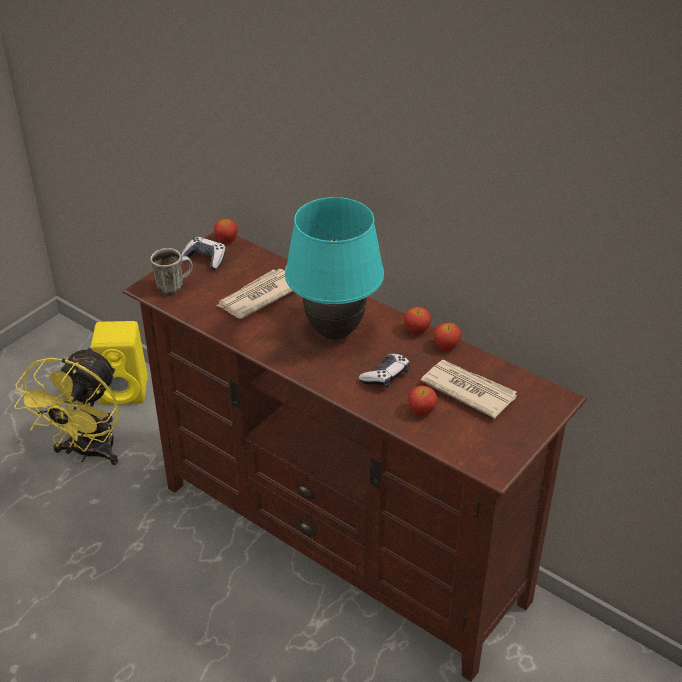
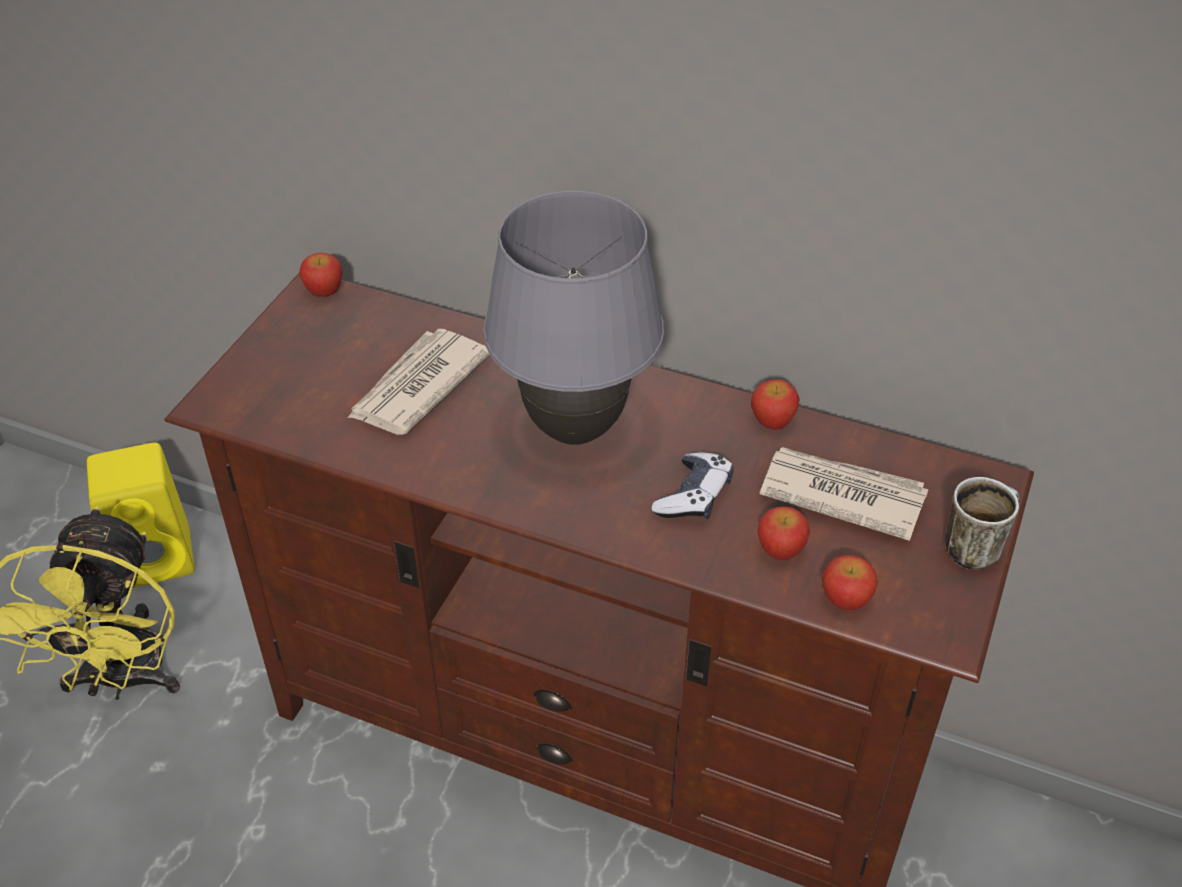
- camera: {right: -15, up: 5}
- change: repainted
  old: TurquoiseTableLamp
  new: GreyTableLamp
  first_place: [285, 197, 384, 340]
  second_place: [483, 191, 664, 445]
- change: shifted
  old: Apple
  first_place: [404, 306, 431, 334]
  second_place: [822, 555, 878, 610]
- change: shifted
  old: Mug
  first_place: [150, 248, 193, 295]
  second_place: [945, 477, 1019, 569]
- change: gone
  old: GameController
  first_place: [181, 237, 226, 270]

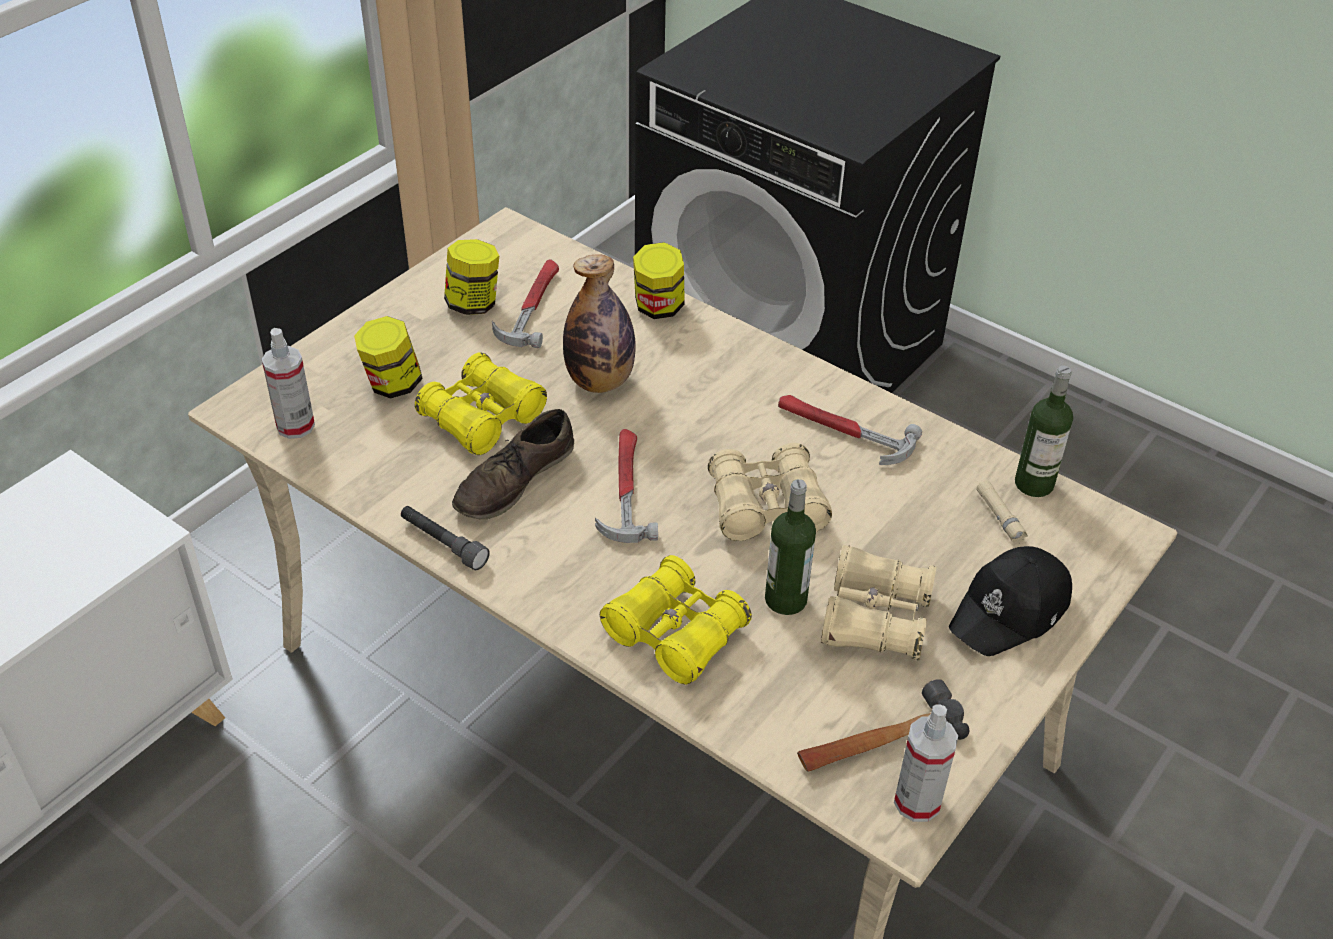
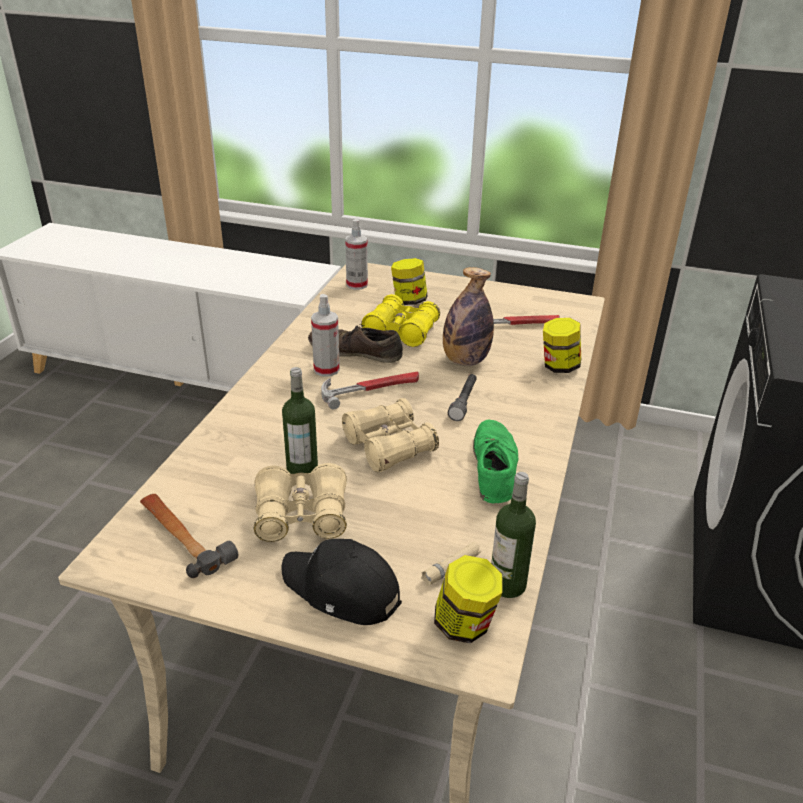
- camera: {right: 70, up: -10}
- change: shifted
  old: SprayBottle
  first_place: [894, 704, 958, 822]
  second_place: [311, 294, 340, 377]
- change: shifted
  old: Jar
  first_place: [444, 239, 499, 315]
  second_place: [434, 555, 503, 643]
- change: shifted
  old: GreyFlashlight
  first_place: [401, 506, 490, 570]
  second_place: [448, 374, 477, 421]
- change: swapped
  old: Hammer
  new: GreenShoe
  first_place: [778, 395, 922, 465]
  second_place: [473, 420, 519, 503]
- change: gone
  old: YellowBinoculars
  first_place: [600, 555, 752, 684]

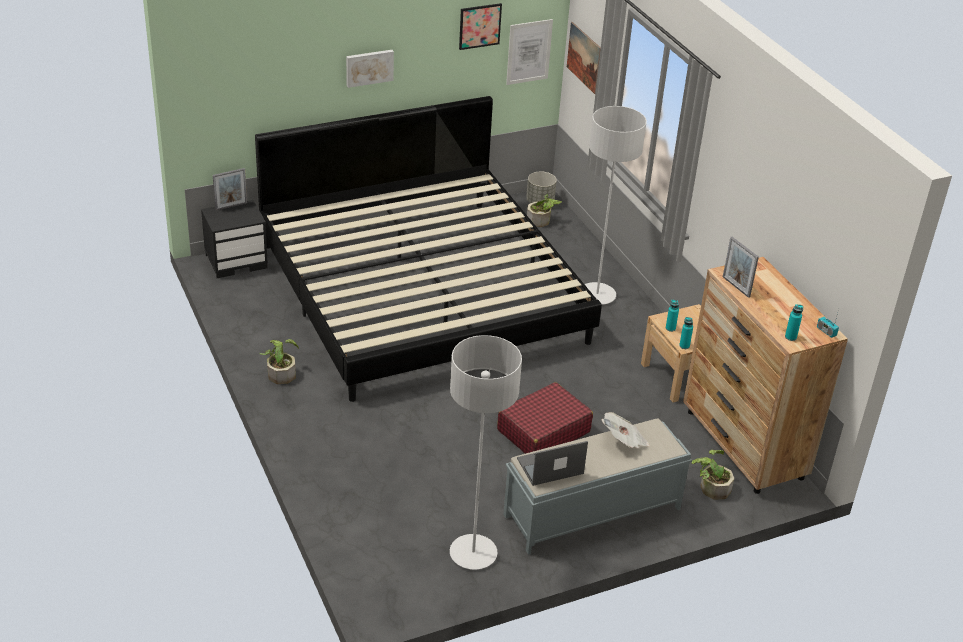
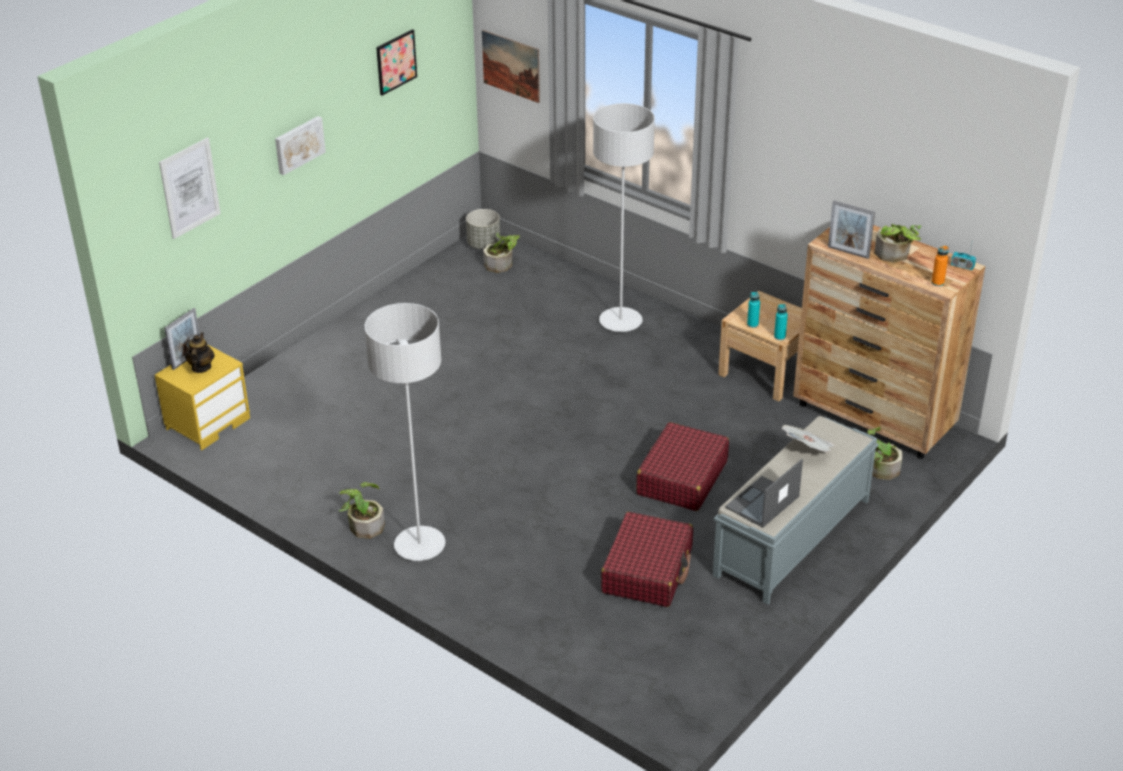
- camera: {right: -25, up: 0}
- change: repainted
  old: BlackNightstand
  new: YellowNightstand
  first_place: [201, 200, 268, 278]
  second_place: [155, 344, 250, 450]
- change: shifted
  old: Picture
  first_place: [506, 19, 553, 85]
  second_place: [159, 137, 221, 239]
- change: new
  new: Teapot
  second_place: [185, 333, 215, 373]
- change: shifted
  old: GreyFloorLamp
  first_place: [450, 335, 522, 570]
  second_place: [365, 303, 445, 561]
- change: new
  new: RedSuitcase
  second_place: [601, 512, 693, 607]
- change: new
  new: PottedPlant
  second_place: [874, 224, 921, 263]
- change: repainted
  old: TurquoiseBottle
  new: OrangeBottle
  first_place: [785, 304, 803, 341]
  second_place: [931, 245, 949, 286]
- change: gone
  old: Bed
  first_place: [255, 96, 602, 402]

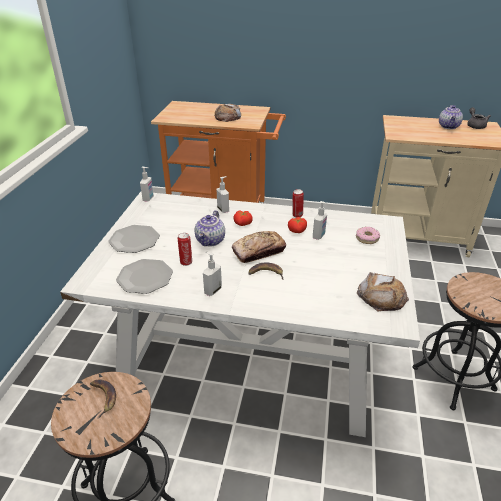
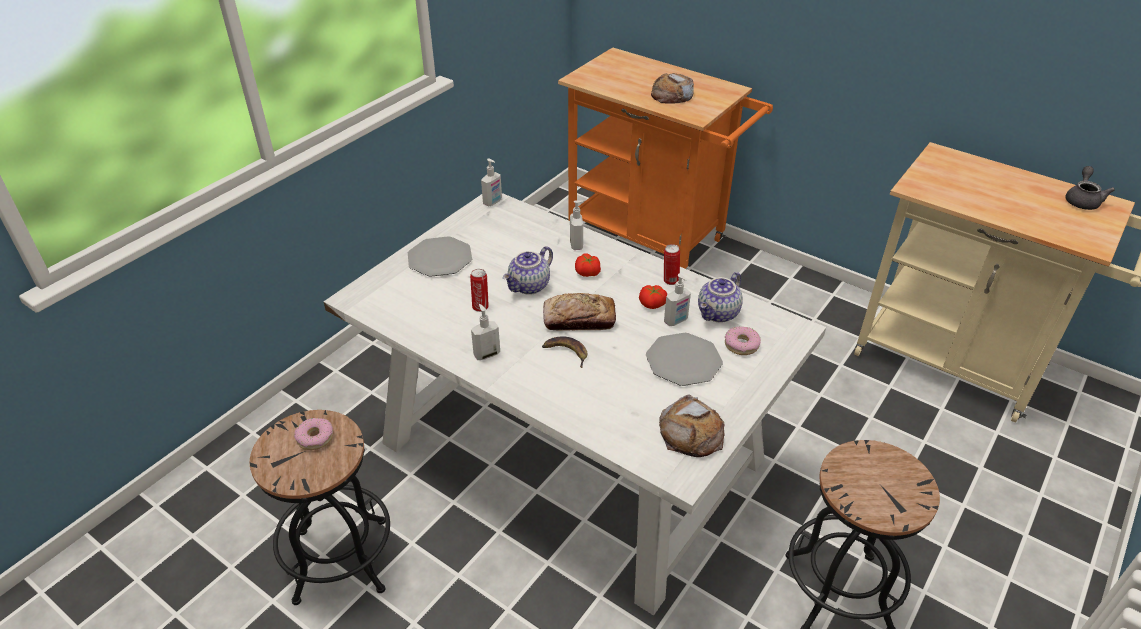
- camera: {right: 25, up: 5}
- change: swapped
  old: Banana
  new: Donut
  first_place: [90, 379, 116, 418]
  second_place: [294, 418, 333, 450]
- change: shifted
  old: Plate
  first_place: [116, 259, 173, 294]
  second_place: [646, 333, 723, 386]
- change: shifted
  old: Teapot
  first_place: [439, 105, 463, 129]
  second_place: [698, 272, 743, 323]

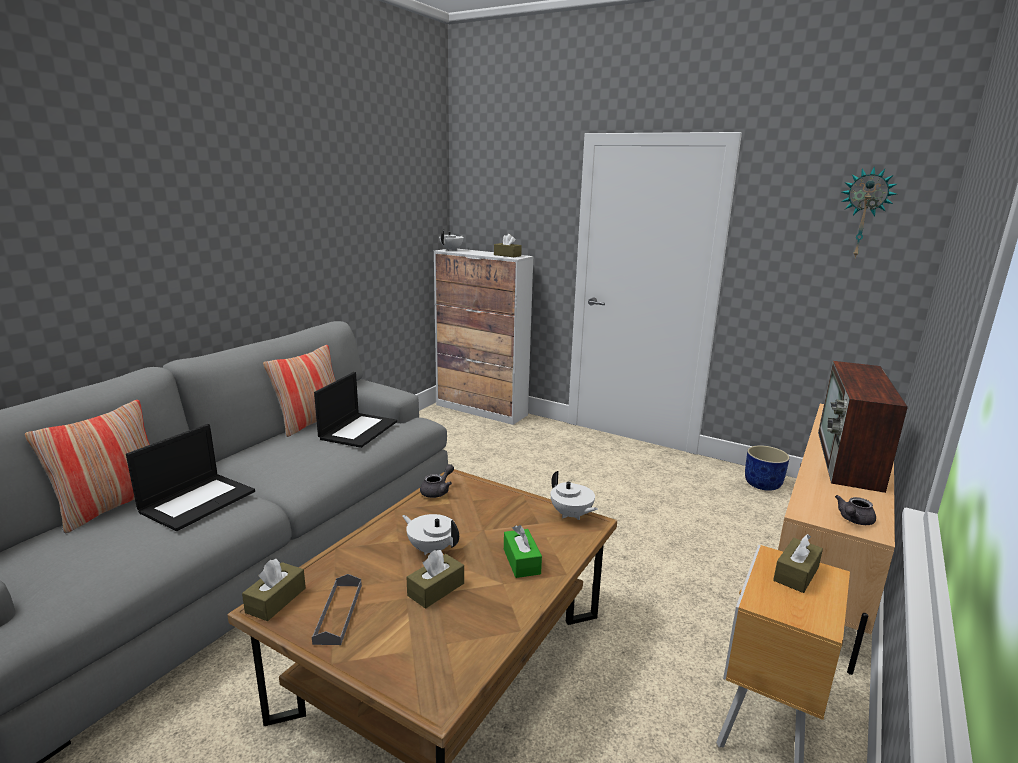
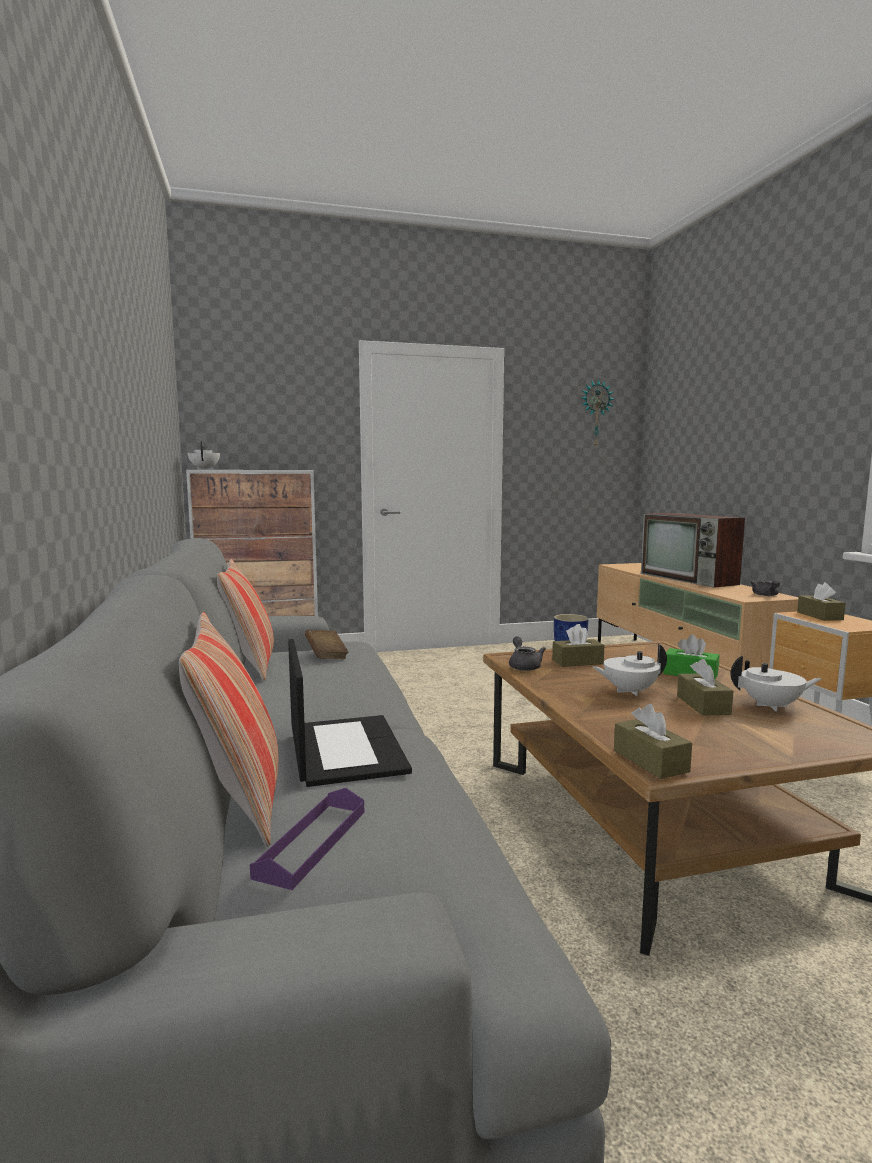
- camera: {right: -45, up: -10}
- change: new
  new: PurpleTray
  second_place: [250, 788, 364, 890]
- change: swapped
  old: Laptop
  new: BrownBook
  first_place: [314, 372, 397, 448]
  second_place: [305, 629, 348, 659]
- change: shifted
  old: BrownTissueBox
  first_place: [494, 234, 522, 257]
  second_place: [552, 624, 604, 667]
- change: shifted
  old: WhiteTeapot
  first_place: [550, 471, 598, 520]
  second_place: [731, 656, 821, 712]
- change: gone
  old: GreyTray
  first_place: [312, 574, 362, 645]

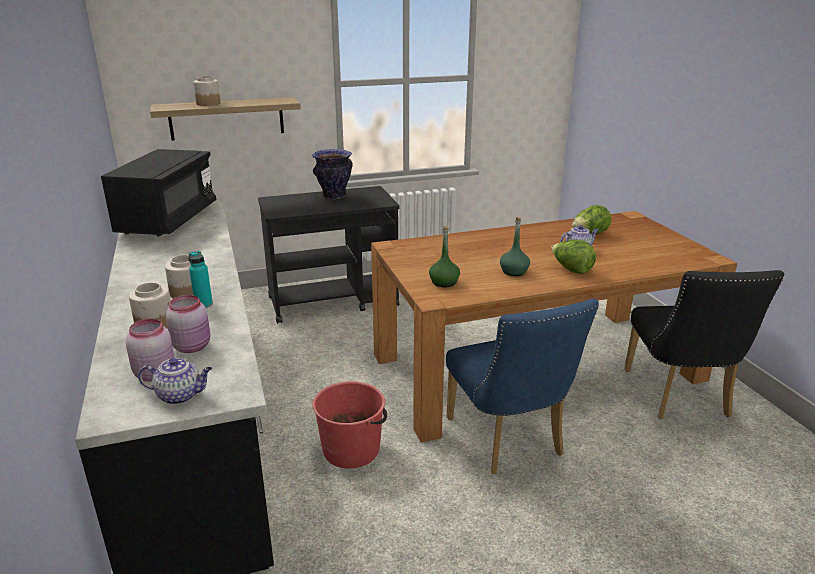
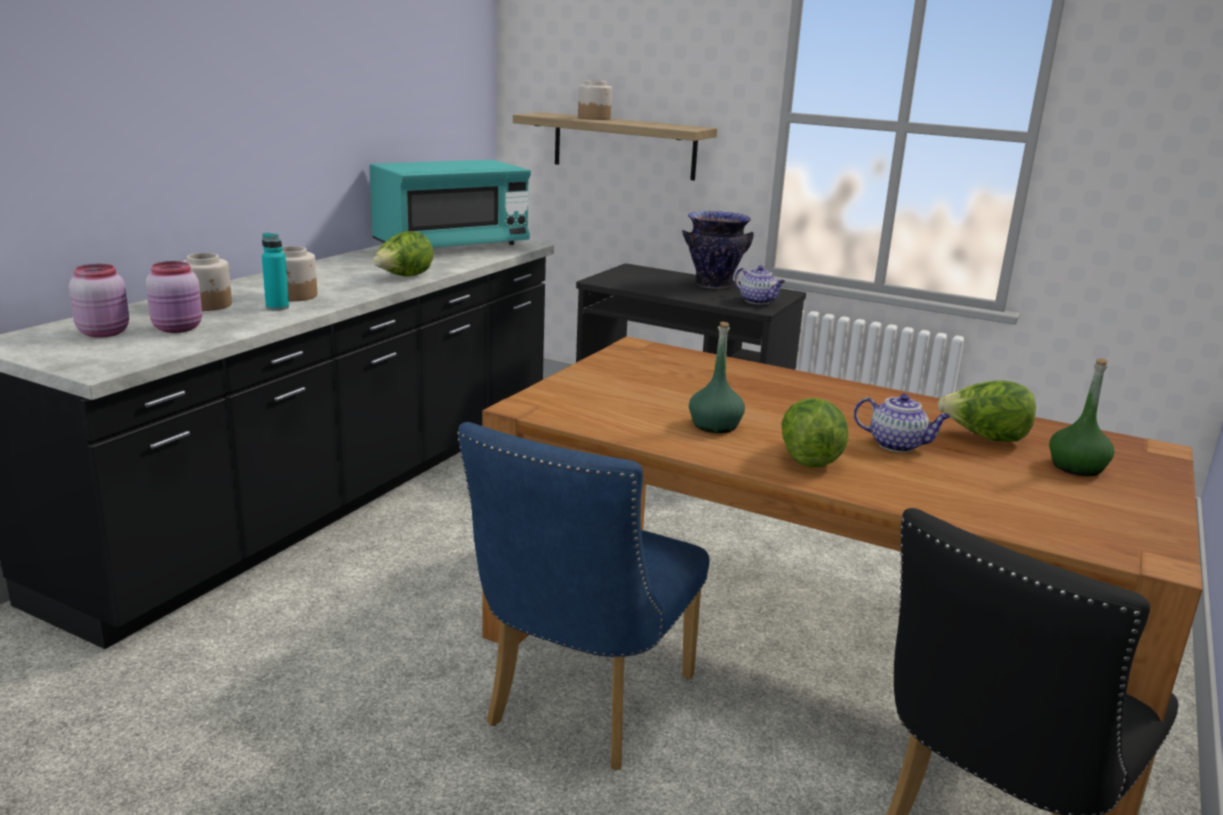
- camera: {right: 45, up: -5}
- change: repainted
  old: BlackMicrowave
  new: TurquoiseMicrowave
  first_place: [101, 149, 216, 237]
  second_place: [370, 160, 531, 248]
- change: new
  new: Lettuce
  second_place: [373, 231, 434, 277]
- change: shifted
  old: Teapot
  first_place: [138, 358, 212, 404]
  second_place: [735, 265, 785, 304]
- change: shifted
  old: GreenBottle
  first_place: [429, 226, 460, 287]
  second_place: [1049, 358, 1115, 476]
- change: gone
  old: RedBucket
  first_place: [312, 381, 387, 469]

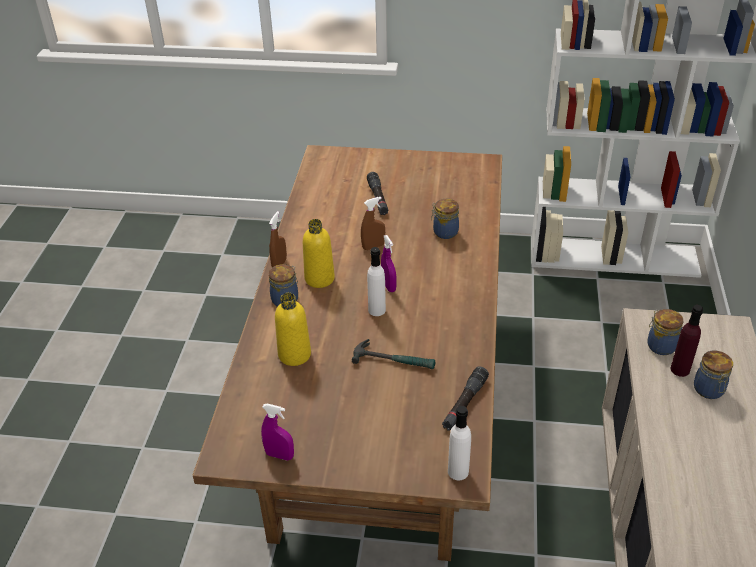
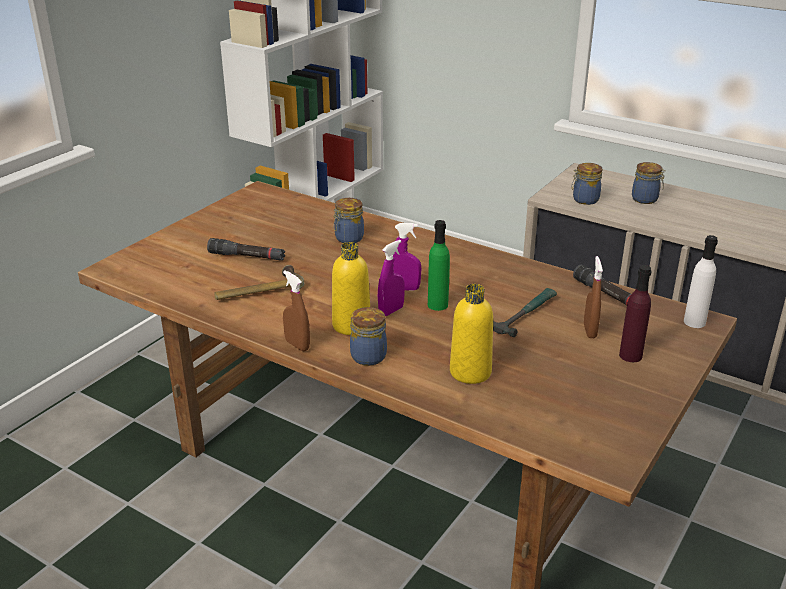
- camera: {right: -65, up: -10}
- change: new
  new: Hammer
  second_place: [214, 265, 304, 300]
- change: shifted
  old: PurpleSprayBottle
  first_place: [261, 404, 294, 461]
  second_place: [378, 240, 405, 316]
- change: repainted
  old: WhiteBottle
  new: GreenBottle
  first_place: [367, 247, 386, 316]
  second_place: [428, 220, 450, 311]
- change: shifted
  old: BrownSprayBottle
  first_place: [361, 197, 385, 250]
  second_place: [584, 256, 603, 338]
- change: shifted
  old: PurpleBottle
  first_place: [671, 305, 703, 377]
  second_place: [619, 265, 652, 362]

